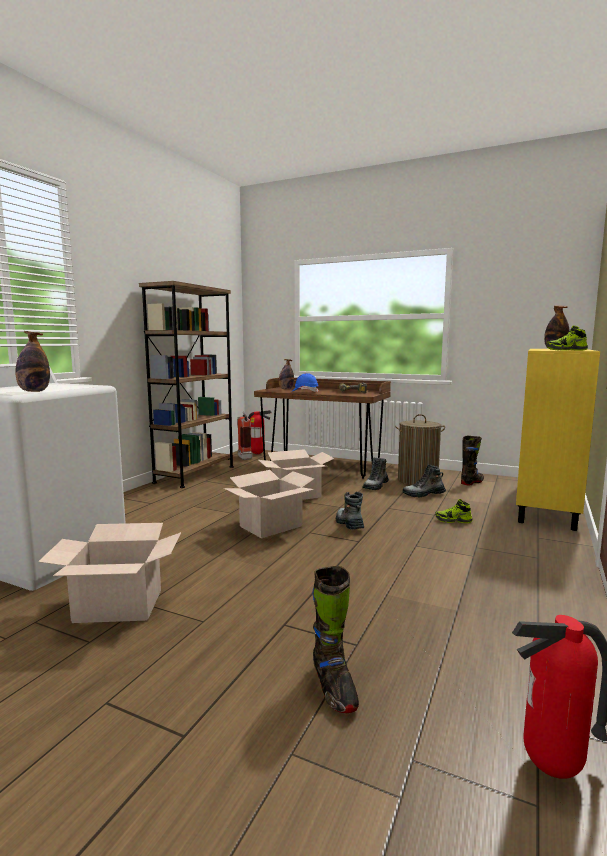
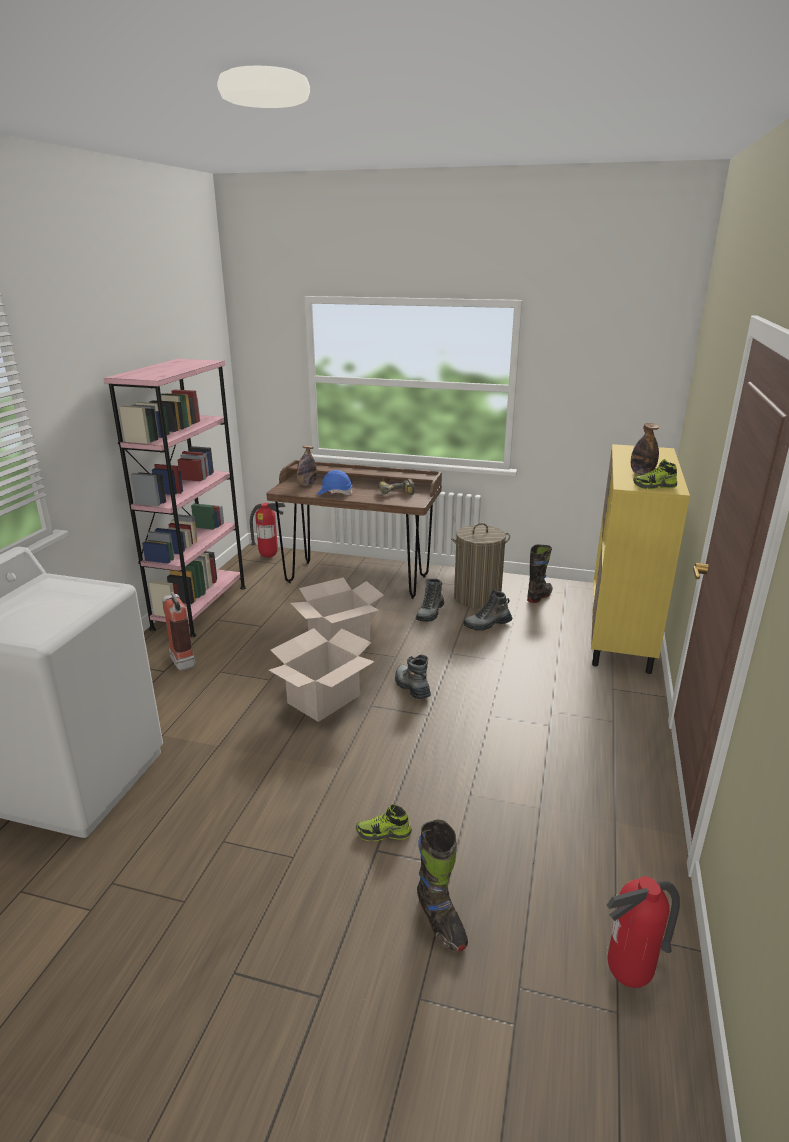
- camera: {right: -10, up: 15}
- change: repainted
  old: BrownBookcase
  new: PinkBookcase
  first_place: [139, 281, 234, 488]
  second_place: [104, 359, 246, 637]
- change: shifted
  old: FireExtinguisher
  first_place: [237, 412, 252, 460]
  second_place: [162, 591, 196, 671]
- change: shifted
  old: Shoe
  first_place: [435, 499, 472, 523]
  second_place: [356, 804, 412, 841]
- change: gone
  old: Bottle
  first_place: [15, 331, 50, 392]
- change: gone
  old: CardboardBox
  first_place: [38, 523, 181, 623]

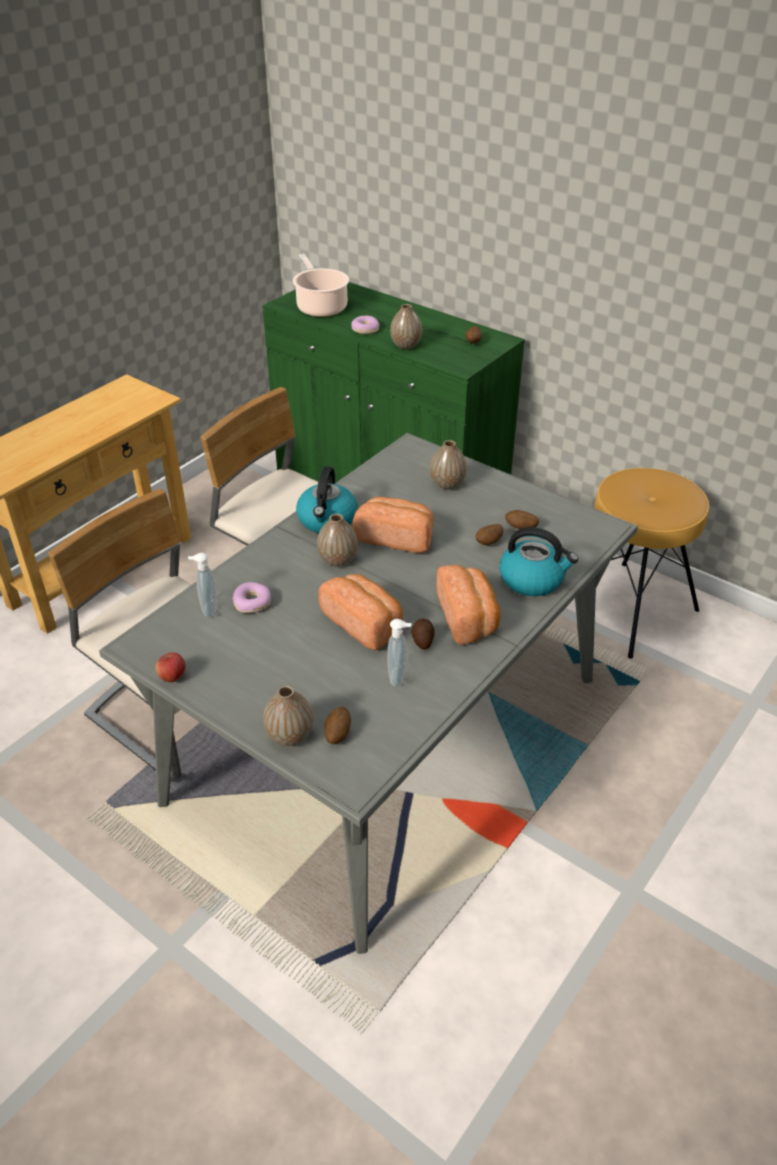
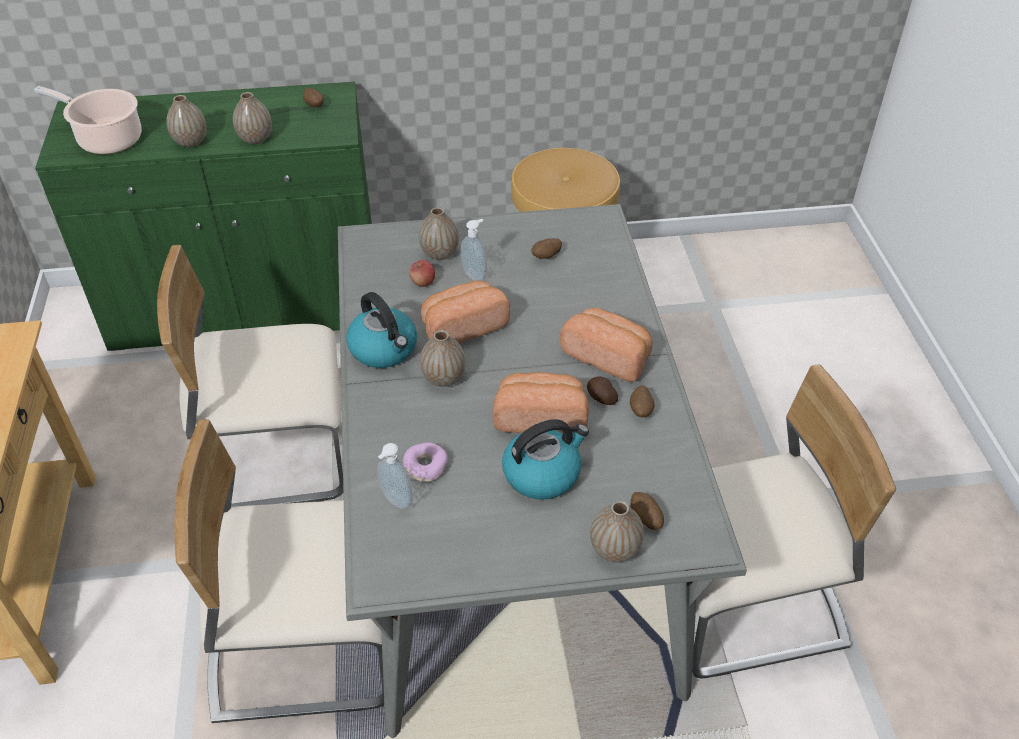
- camera: {right: -45, up: 5}
- change: swapped
  old: Donut
  new: Vase
  first_place: [351, 316, 379, 334]
  second_place: [166, 95, 207, 147]
- change: shifted
  old: Apple
  first_place: [155, 652, 186, 682]
  second_place: [409, 260, 435, 287]
- change: shifted
  old: SoapDispenser
  first_place: [387, 619, 412, 687]
  second_place: [461, 218, 487, 281]
- change: shifted
  old: Kettle
  first_place: [499, 527, 578, 596]
  second_place: [502, 419, 589, 500]
- change: shifted
  old: Potato
  first_place: [476, 524, 503, 545]
  second_place: [630, 385, 655, 417]
- change: new
  new: BeigeChair
  second_place: [692, 364, 896, 678]

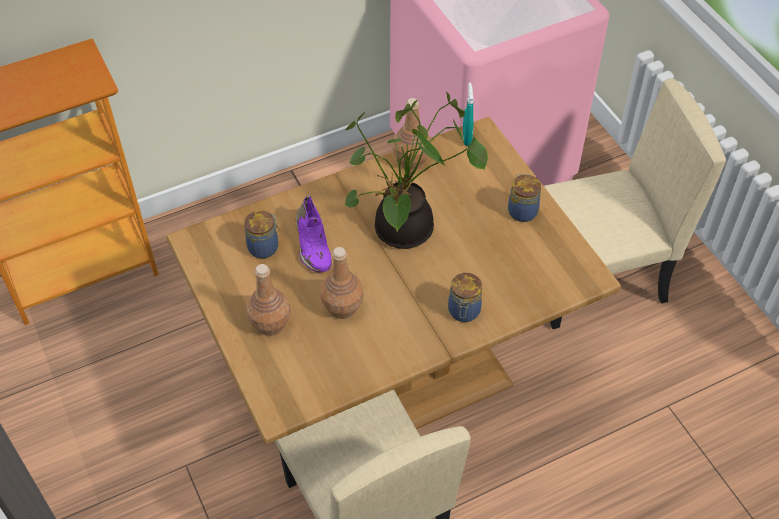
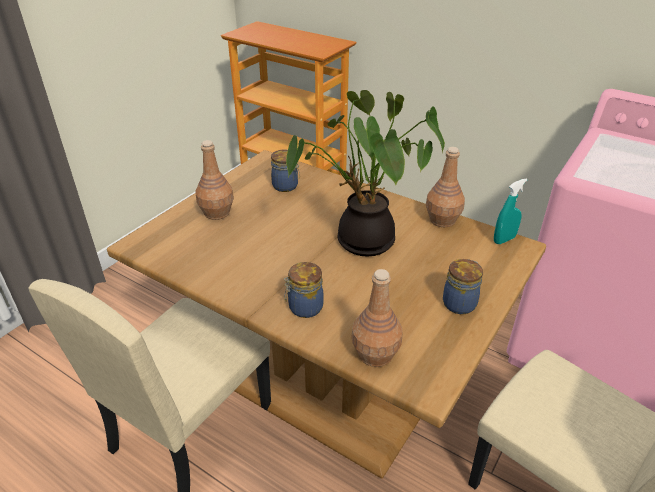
- camera: {right: 60, up: -15}
- change: shifted
  old: BrownBottle
  first_place: [321, 247, 364, 319]
  second_place: [351, 269, 403, 367]
- change: gone
  old: PurpleShoe
  first_place: [296, 195, 332, 272]

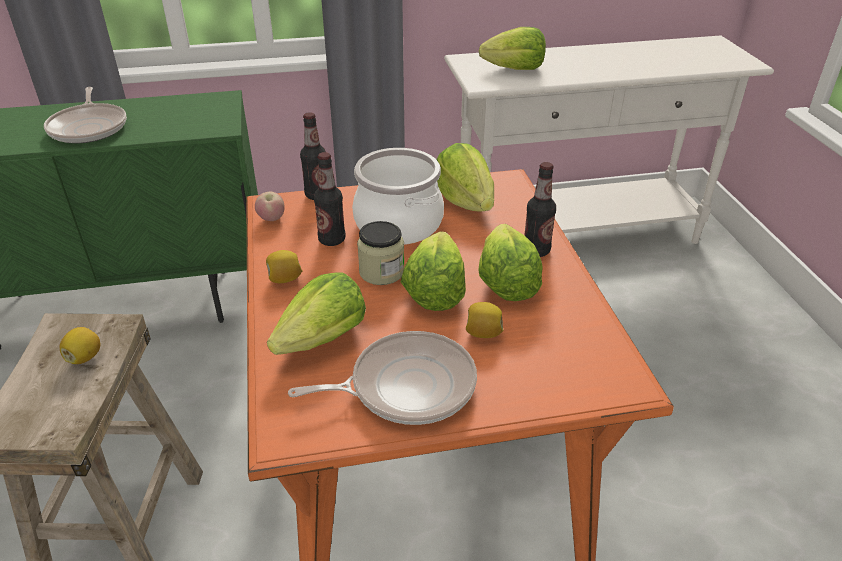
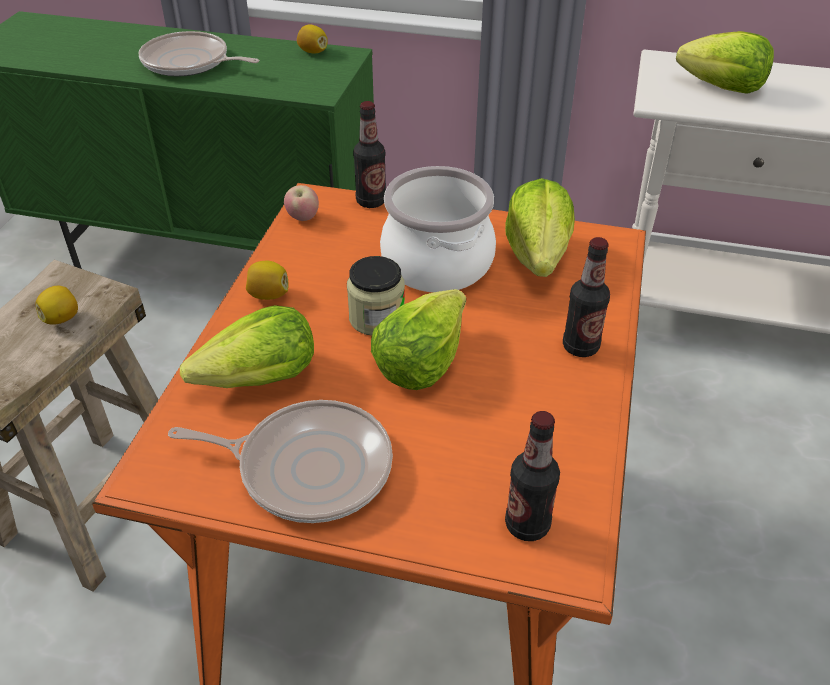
- camera: {right: 25, up: 5}
- change: rotated
  old: FryingPan
  first_place: [44, 87, 127, 143]
  second_place: [138, 31, 259, 77]
  degrees: 105
- change: shifted
  old: Lemon
  first_place: [466, 302, 503, 338]
  second_place: [297, 24, 328, 54]
- change: shifted
  old: Bottle
  first_place: [314, 152, 346, 246]
  second_place: [505, 411, 560, 541]
- change: gone
  old: Lettuce
  first_place: [478, 224, 543, 301]

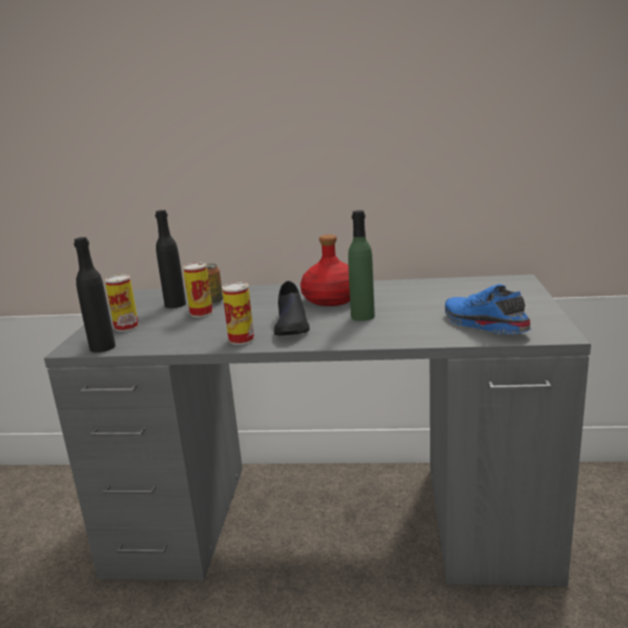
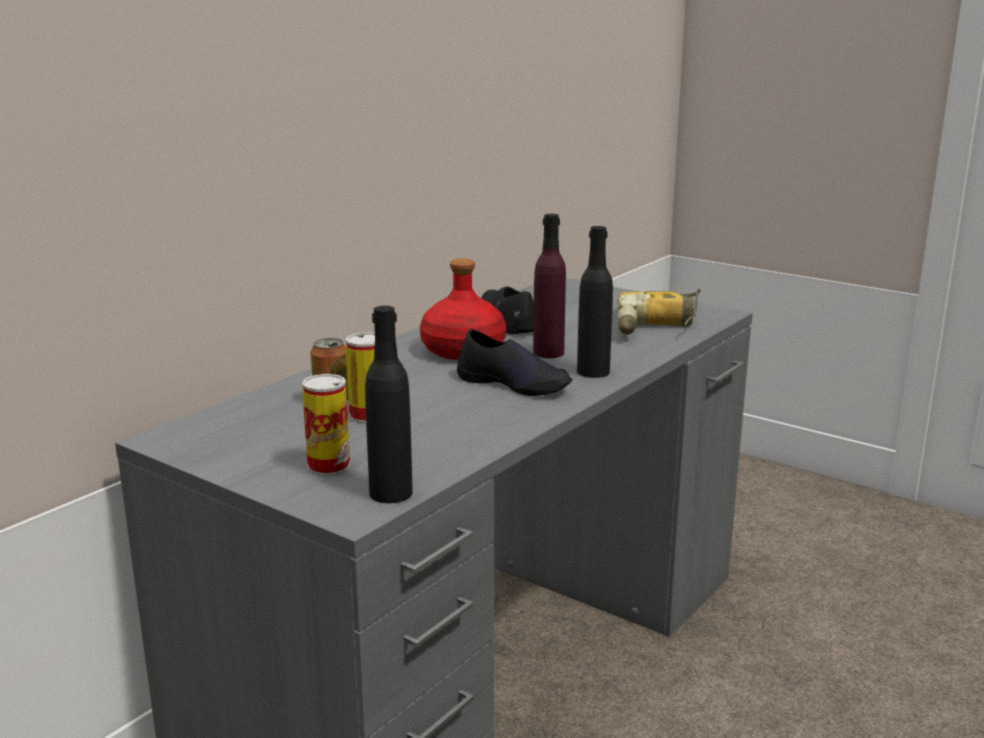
- camera: {right: -60, up: 0}
- change: new
  new: BlackShoe
  second_place: [482, 286, 534, 335]
- change: repainted
  old: GreenBottle
  new: PurpleBottle
  first_place: [348, 210, 375, 321]
  second_place: [533, 214, 566, 358]
- change: shifted
  old: BlackBottle
  first_place: [155, 210, 186, 308]
  second_place: [577, 226, 613, 378]
- change: swapped
  old: BlueShoe
  new: PowerDrill
  first_place: [445, 284, 532, 334]
  second_place: [617, 289, 701, 335]
- change: gone
  old: Can
  first_place: [222, 282, 254, 345]

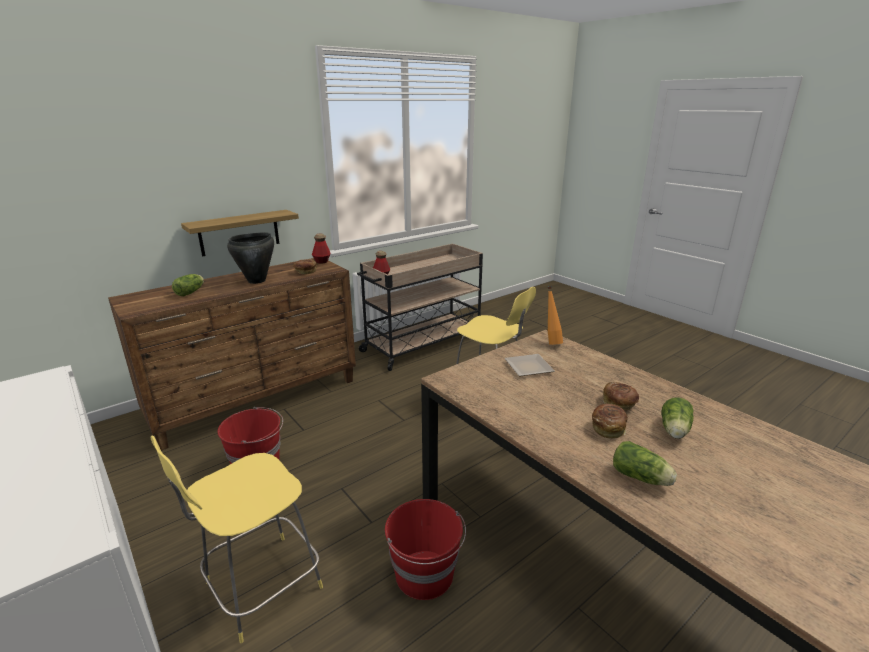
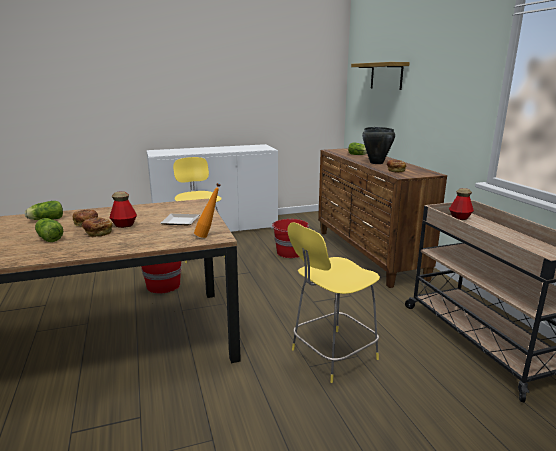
- camera: {right: 110, up: -5}
- change: shifted
  old: Bottle
  first_place: [312, 234, 330, 263]
  second_place: [110, 191, 137, 228]
- change: shifted
  old: Shelf
  first_place: [181, 210, 299, 257]
  second_place: [351, 62, 410, 90]

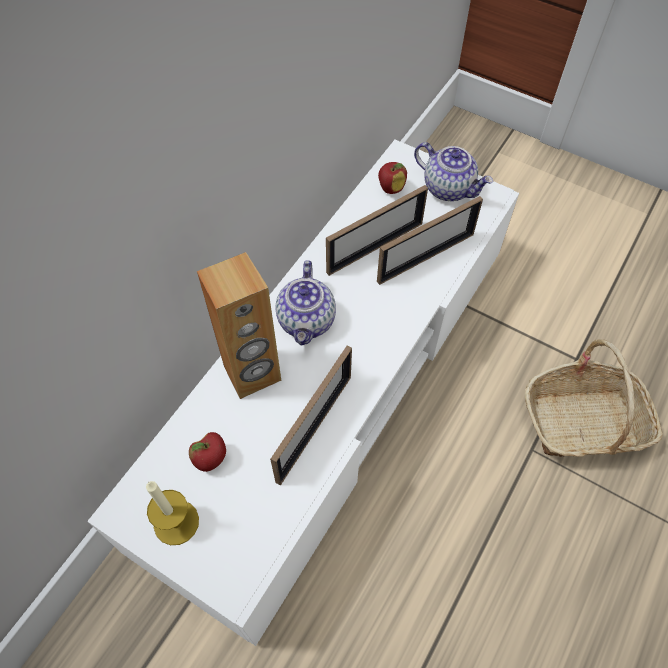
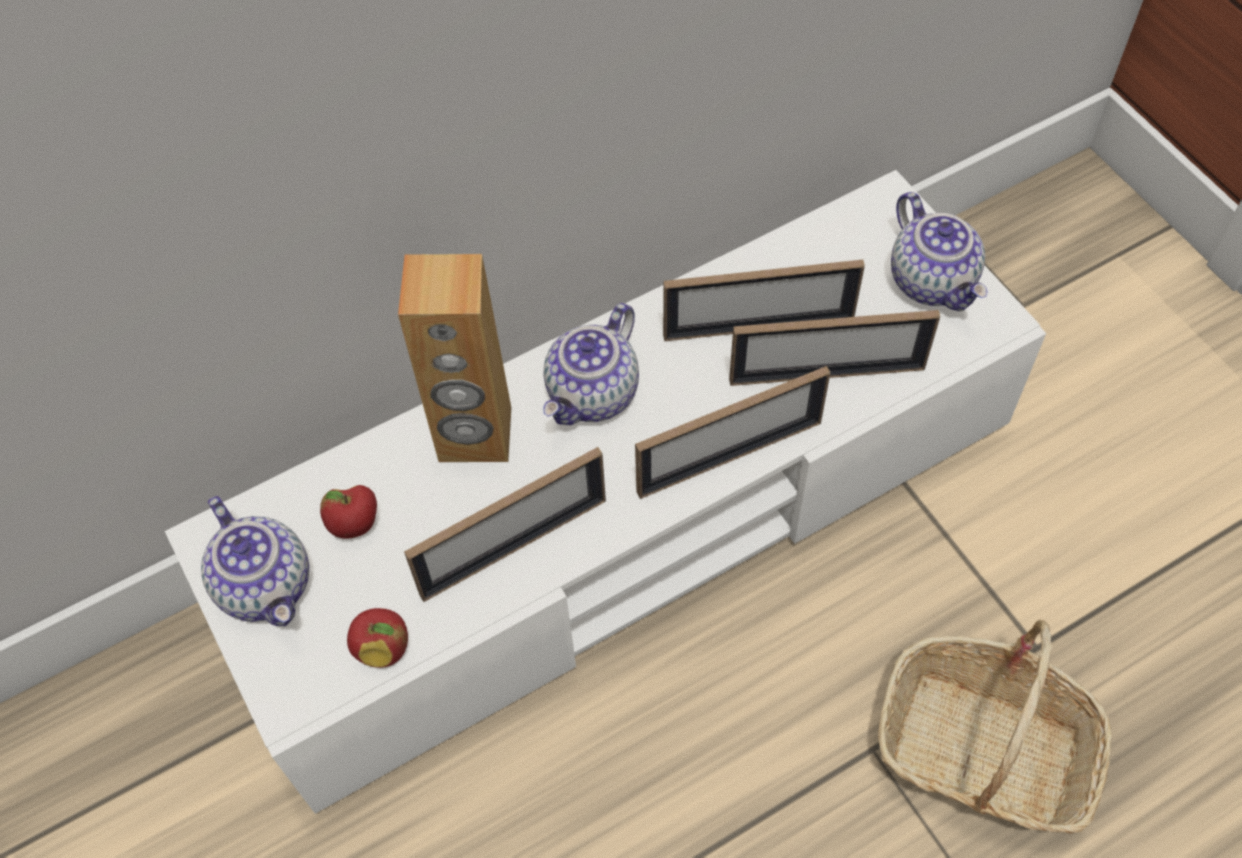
- camera: {right: 30, up: 0}
- change: swapped
  old: Candle
  new: Teapot
  first_place: [146, 481, 199, 545]
  second_place: [201, 496, 309, 626]
- change: shifted
  old: Apple
  first_place: [378, 162, 407, 194]
  second_place: [347, 608, 408, 668]
- change: new
  new: PictureFrame
  second_place: [635, 366, 831, 499]

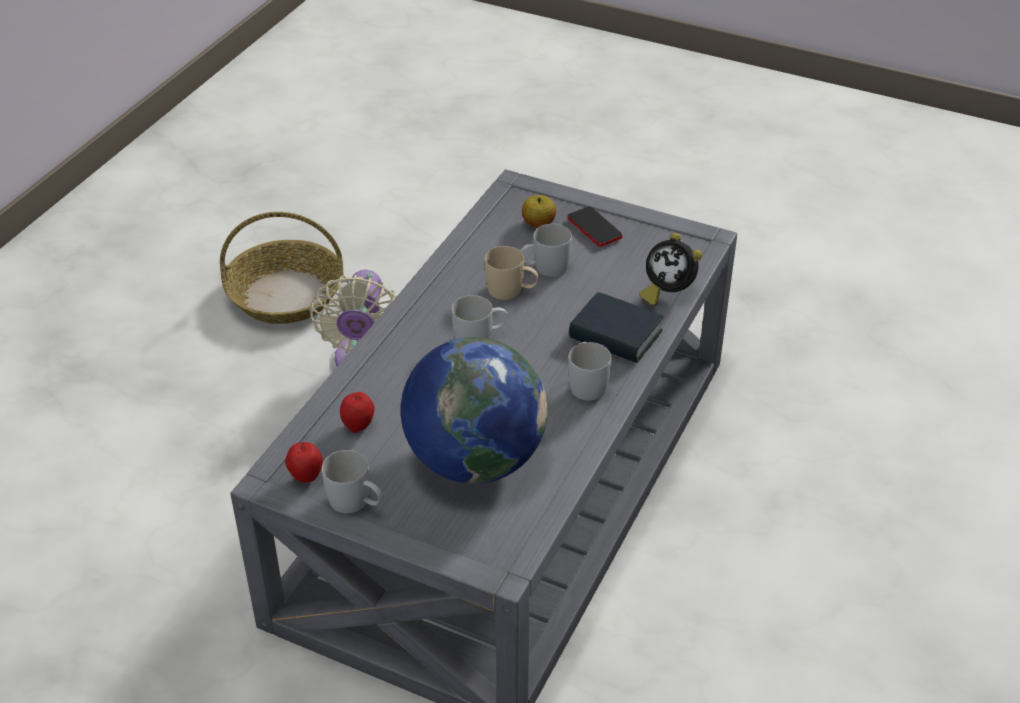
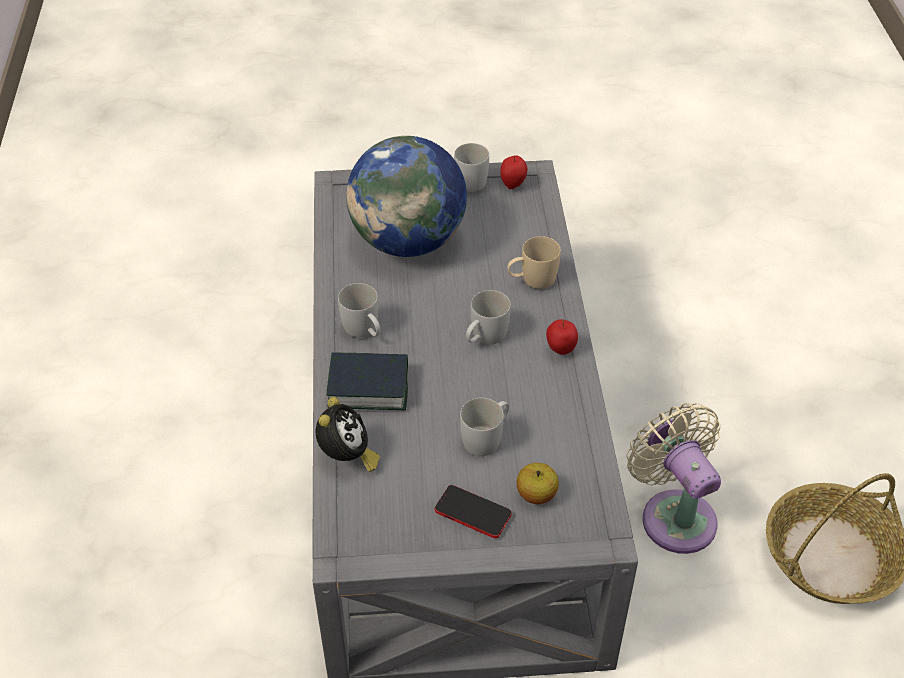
- camera: {right: 150, up: 5}
- change: rotated
  old: AlarmClock
  first_place: [639, 233, 703, 306]
  second_place: [316, 397, 380, 472]
  degrees: 90
- change: shifted
  old: BeigeMug
  first_place: [485, 246, 539, 300]
  second_place: [507, 236, 561, 289]
- change: shifted
  old: Apple
  first_place: [340, 392, 375, 433]
  second_place: [546, 319, 578, 355]

